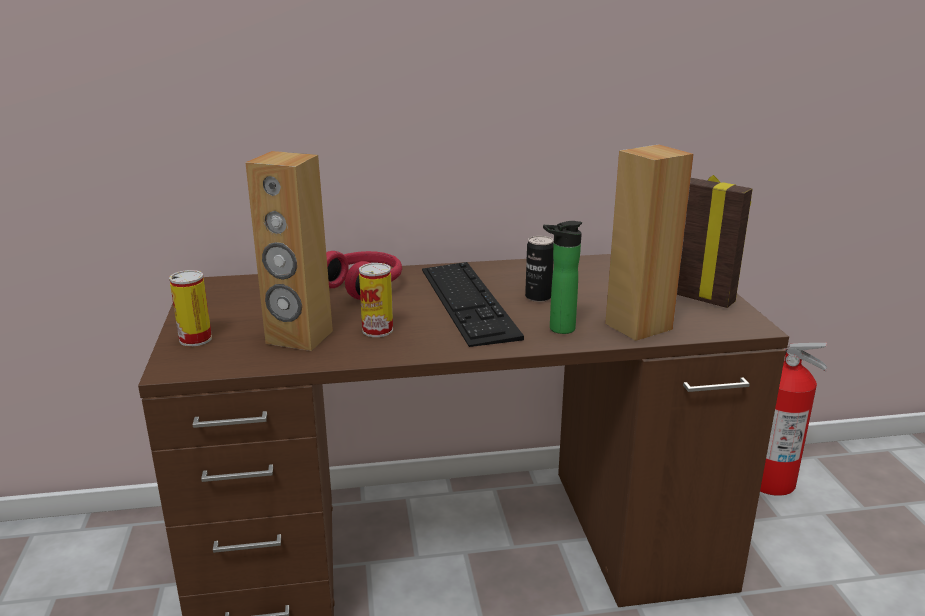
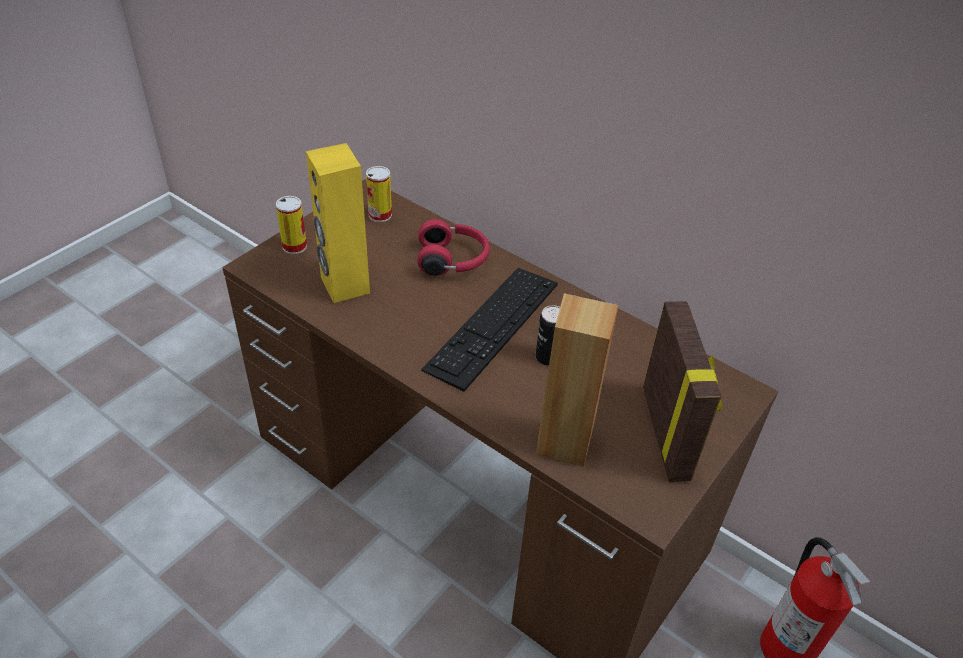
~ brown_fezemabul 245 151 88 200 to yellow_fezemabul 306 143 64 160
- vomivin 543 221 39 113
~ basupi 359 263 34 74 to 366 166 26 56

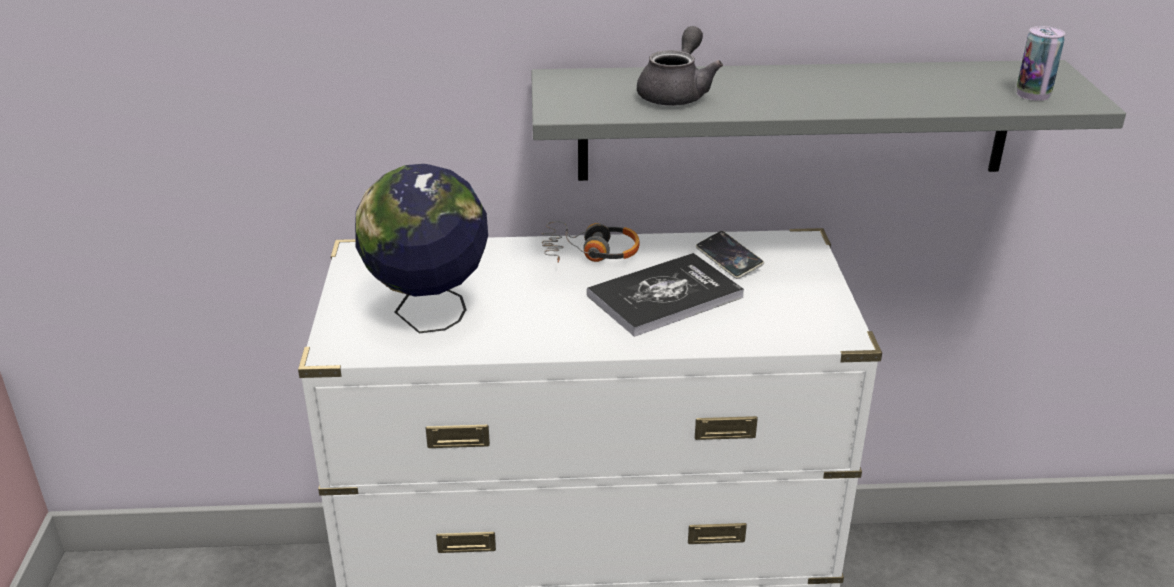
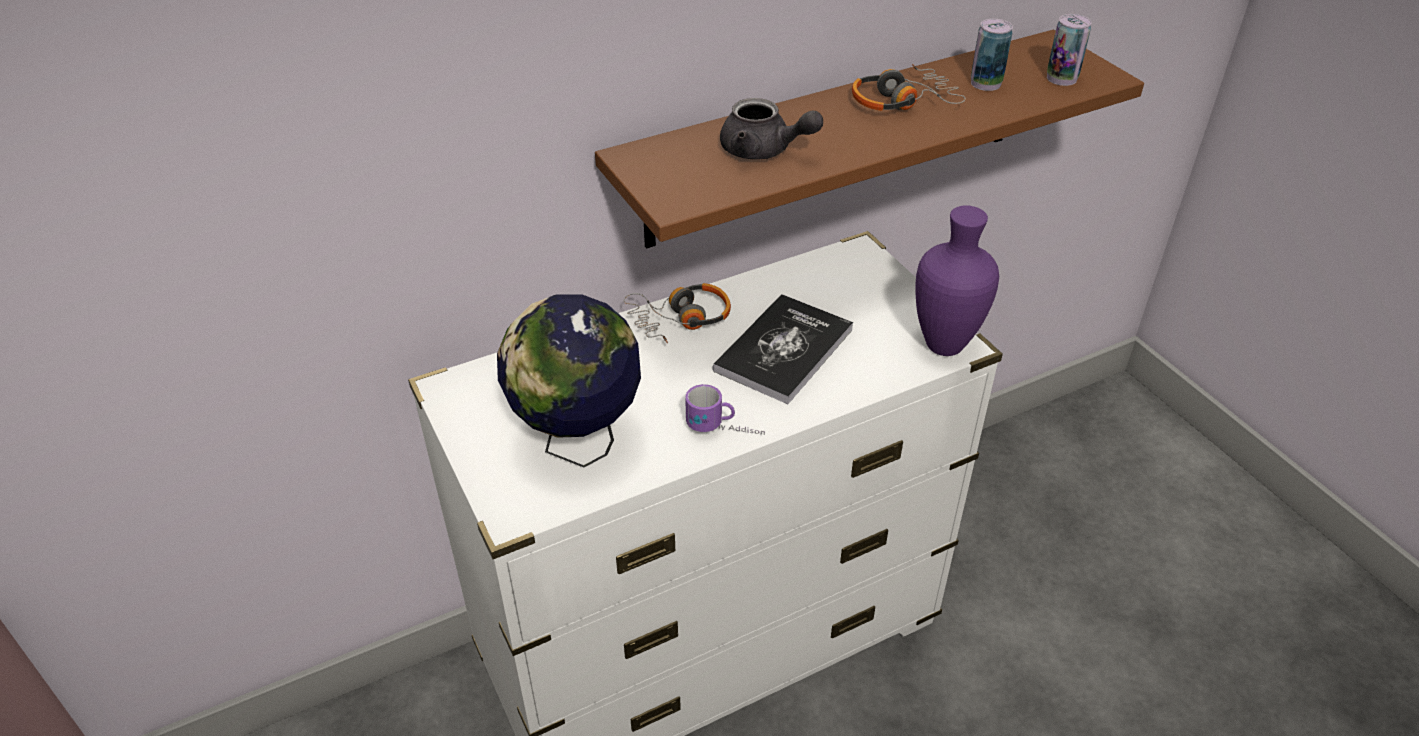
~ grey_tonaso 637 26 86 80 = 720 98 103 61 120 degrees clockwise
~ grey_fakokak 531 60 595 121 to brown_fakokak 595 30 549 218
- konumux 696 231 68 48
+ basupi 971 19 42 72
+ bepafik 852 64 114 47
+ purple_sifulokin 915 205 84 151
+ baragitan 685 384 80 51

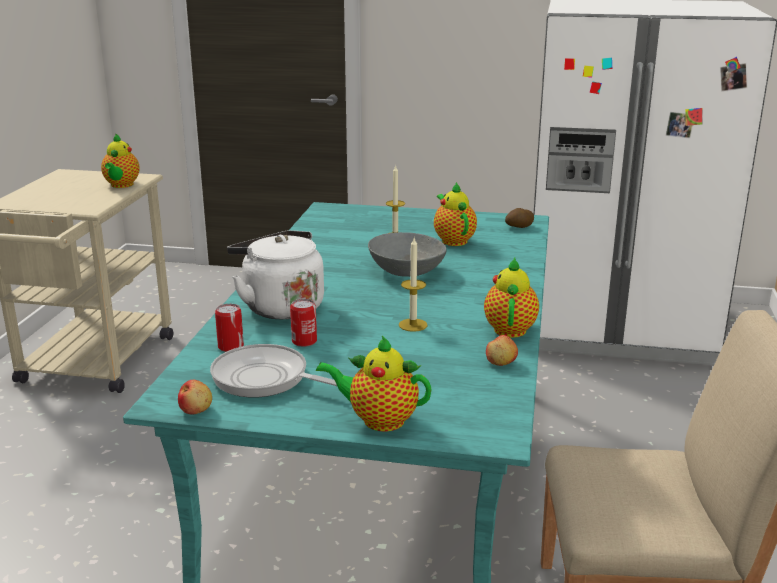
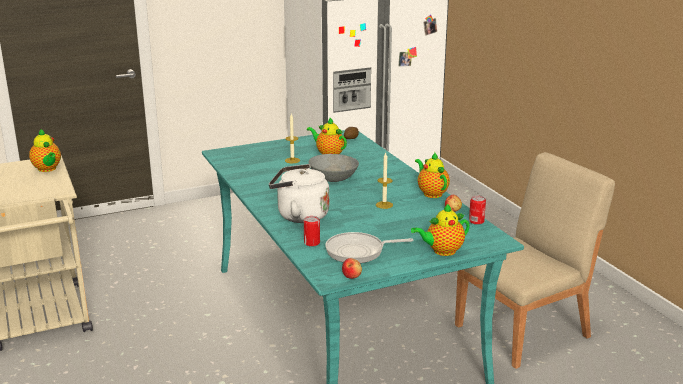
~ basupi 290 299 27 48 to 469 196 17 29

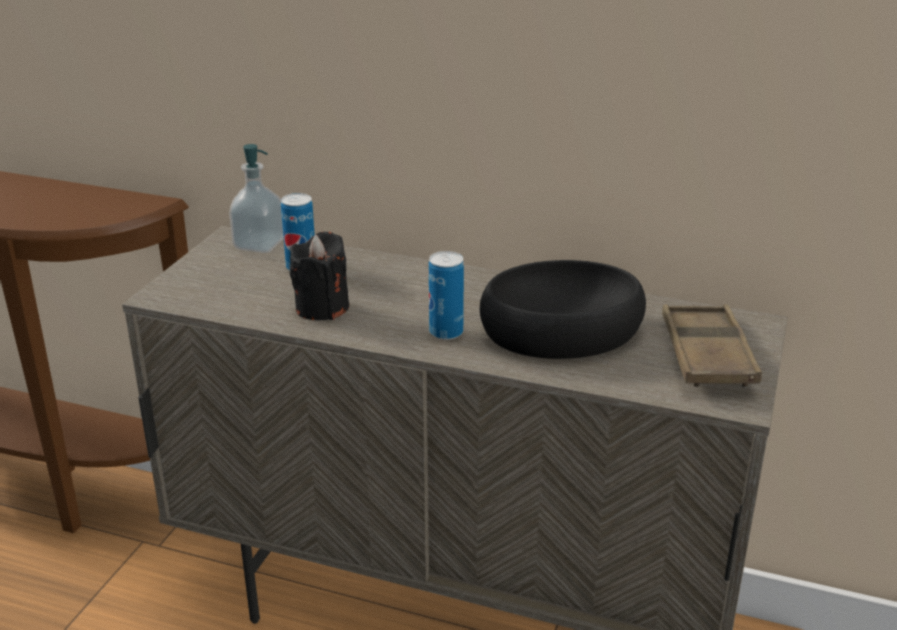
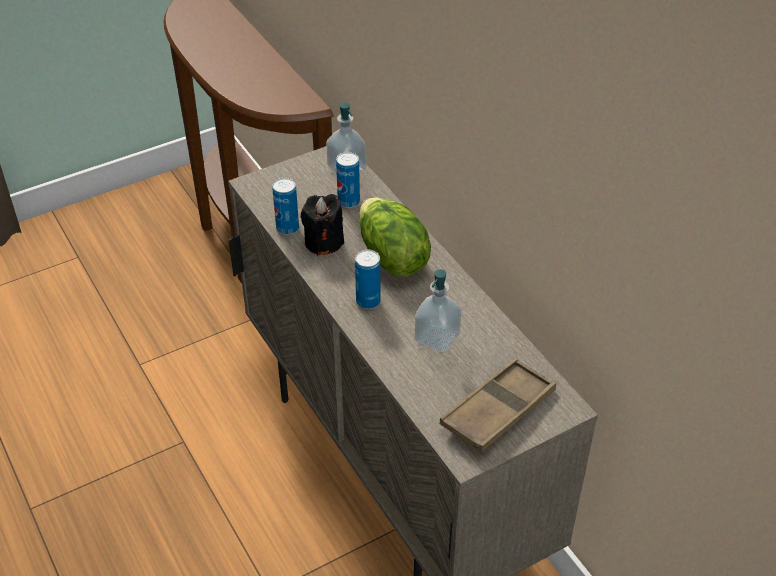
~ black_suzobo 480 260 166 99 to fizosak 415 269 47 83
+ basupi 272 178 27 57
+ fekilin 359 197 72 80

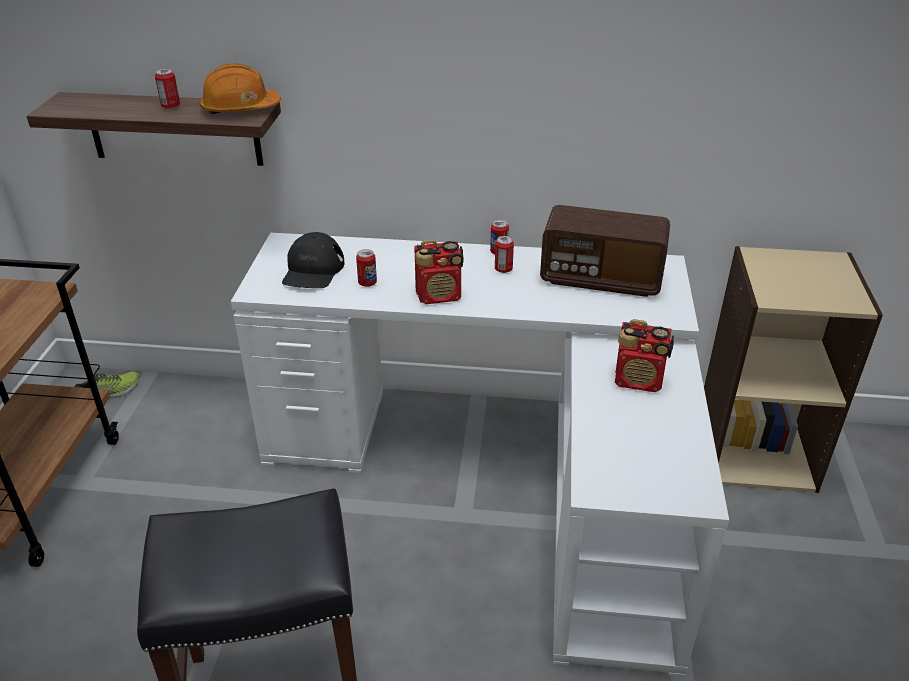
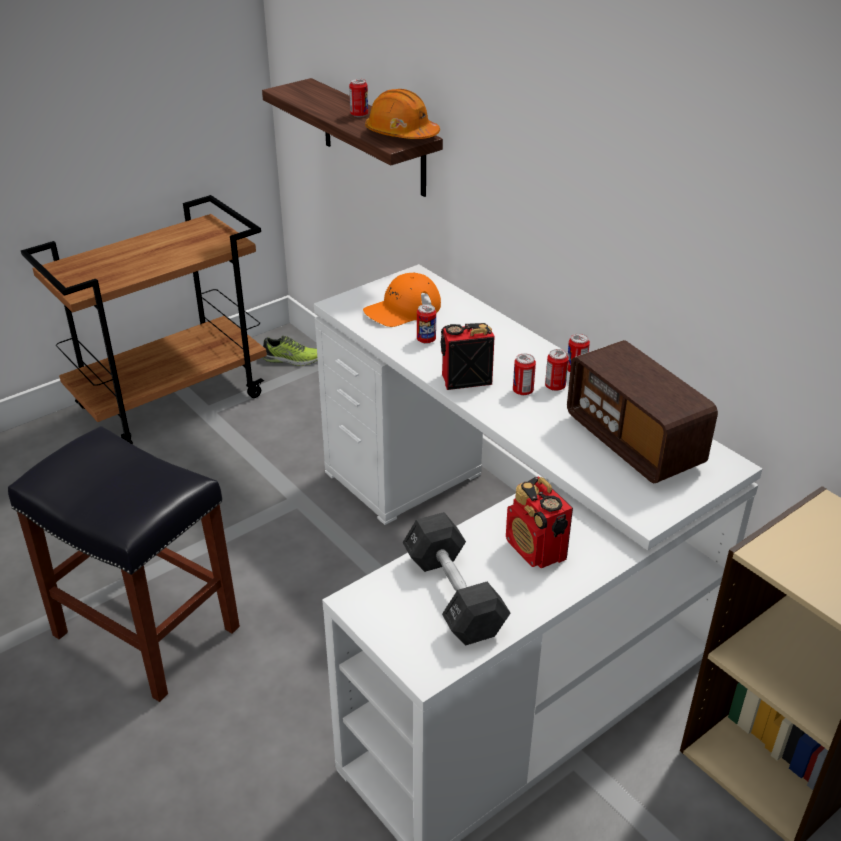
~ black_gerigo 282 232 63 56 to orange_gerigo 363 273 78 54
~ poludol 414 240 50 64 = 441 323 54 67 135 degrees clockwise
+ basupi 513 353 23 42
+ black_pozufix 402 512 109 134

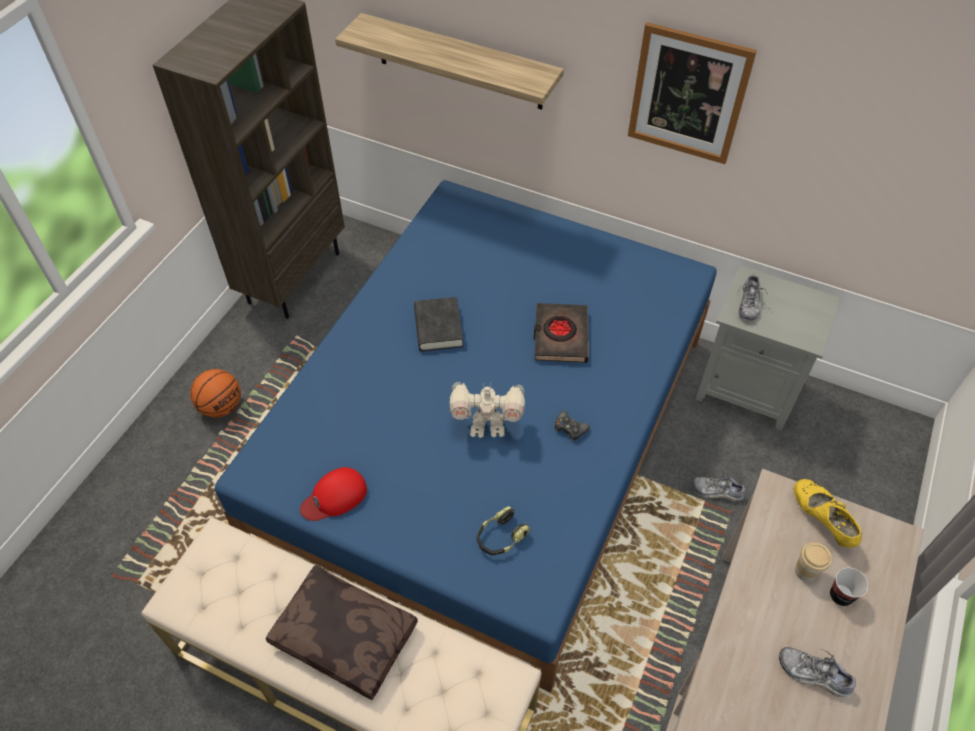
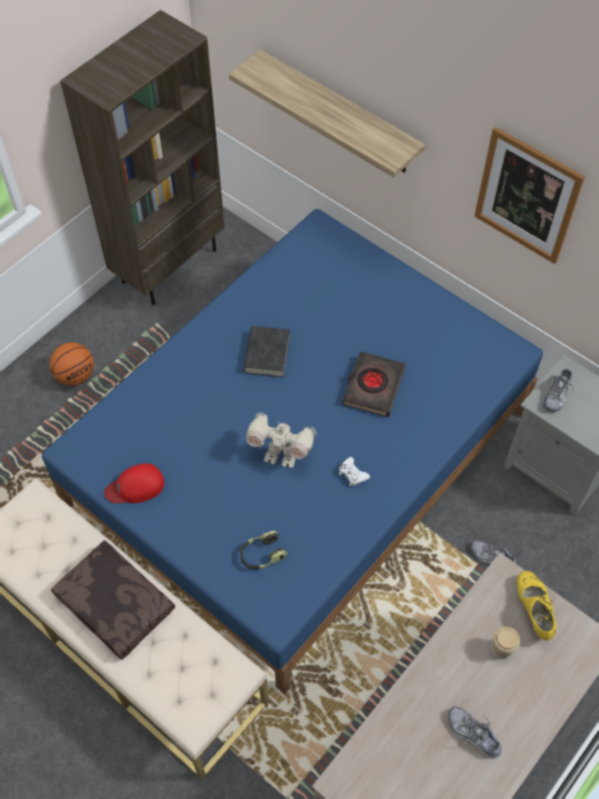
~ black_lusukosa 555 411 35 30 to white_lusukosa 339 457 31 29
- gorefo 830 568 38 38

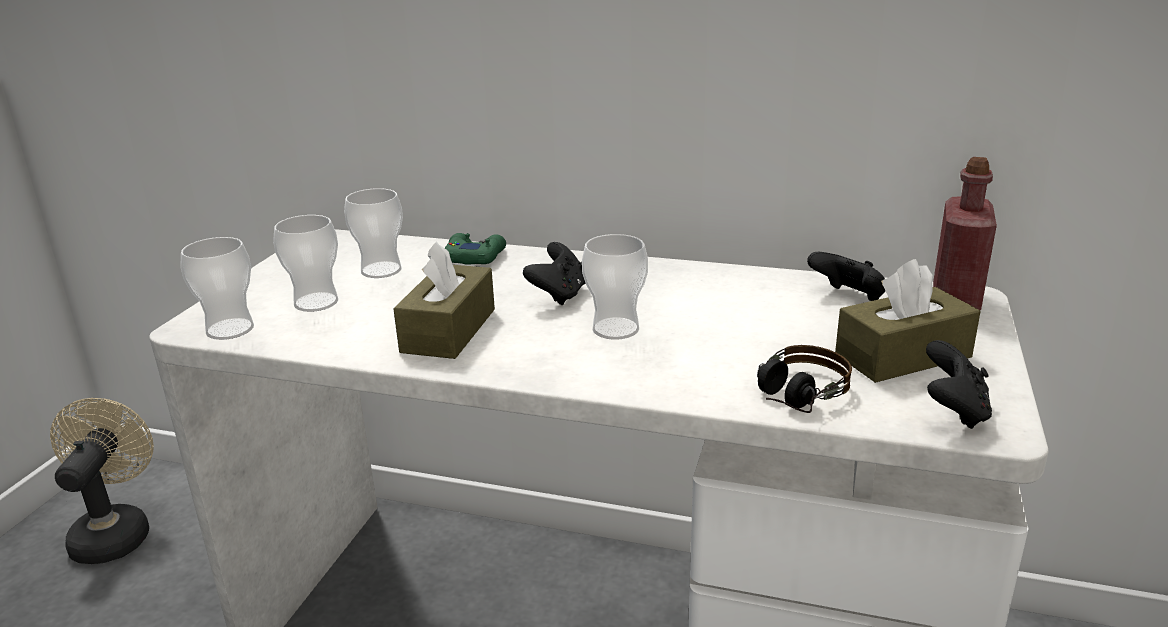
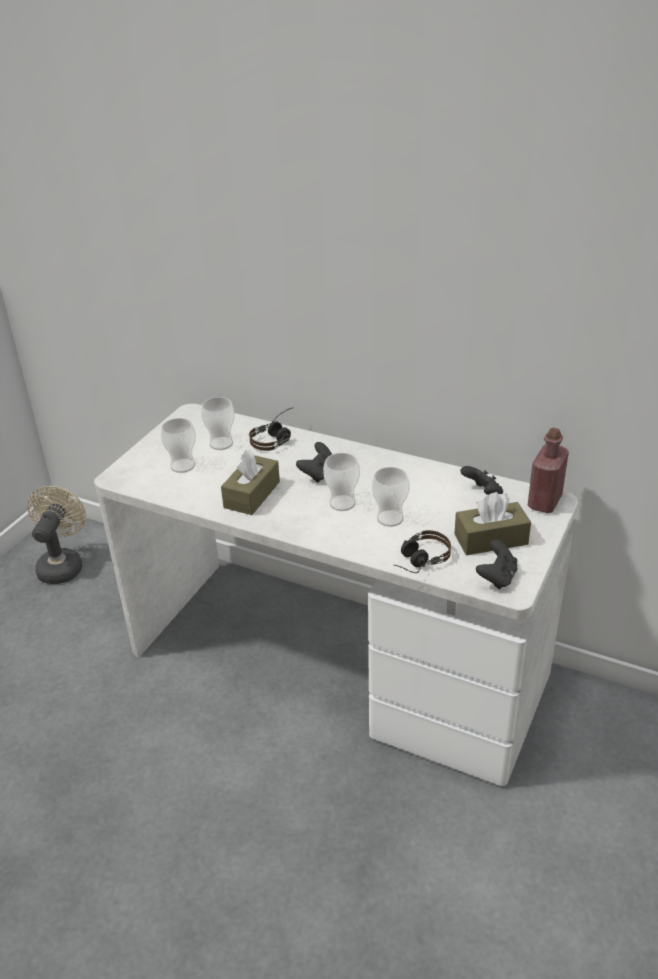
~ green_lusukosa 445 233 61 32 to bepafik 249 407 45 44
~ gorefo 180 237 74 103 to 372 467 38 60

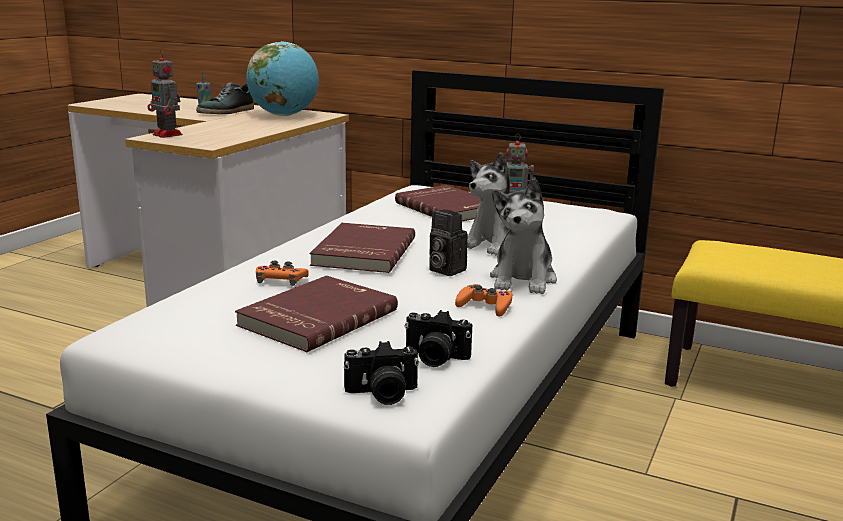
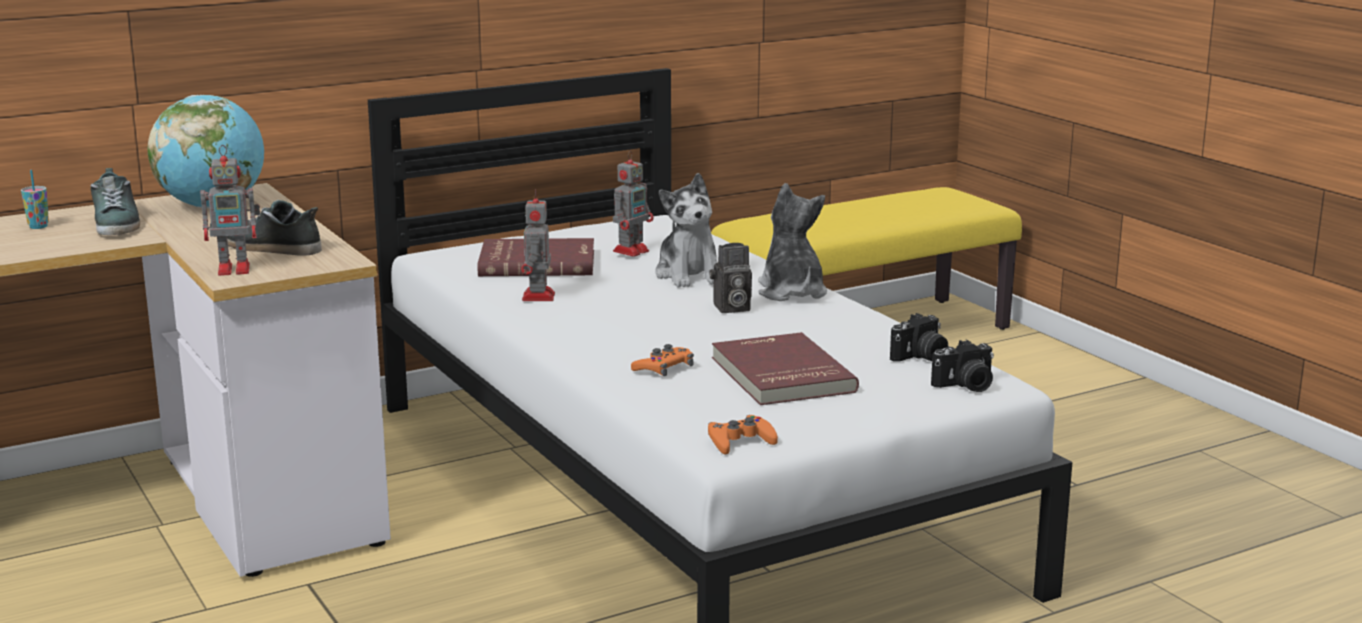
~ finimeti 490 178 67 116 = 758 183 69 118 150 degrees counterclockwise
- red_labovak 309 223 106 50
~ orange_lusukosa 455 284 57 33 to 708 415 70 39
~ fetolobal 344 341 75 64 = 931 340 63 52 45 degrees clockwise
+ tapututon 521 189 34 112
+ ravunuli 227 200 95 56

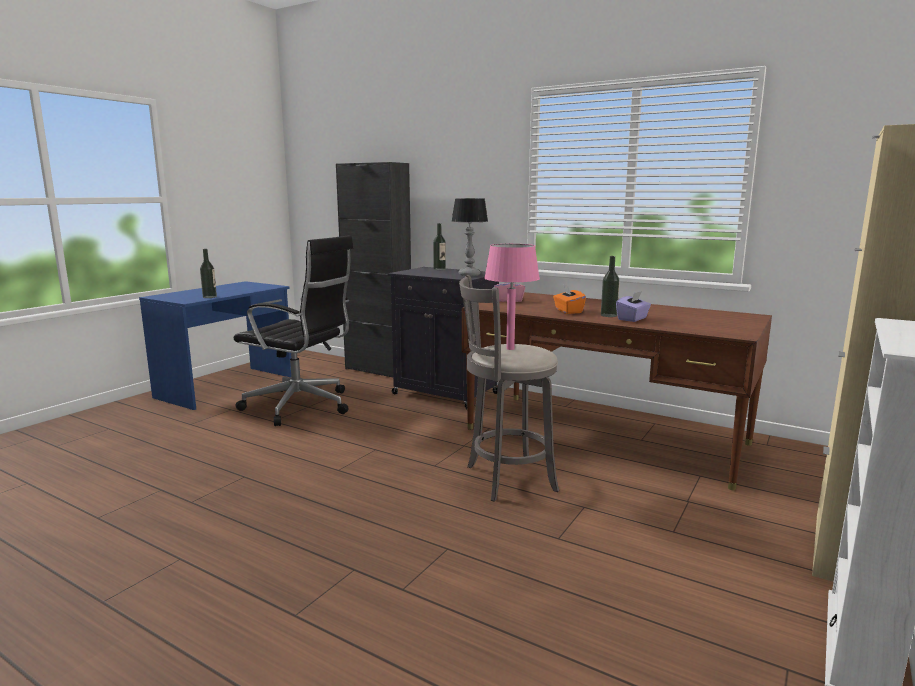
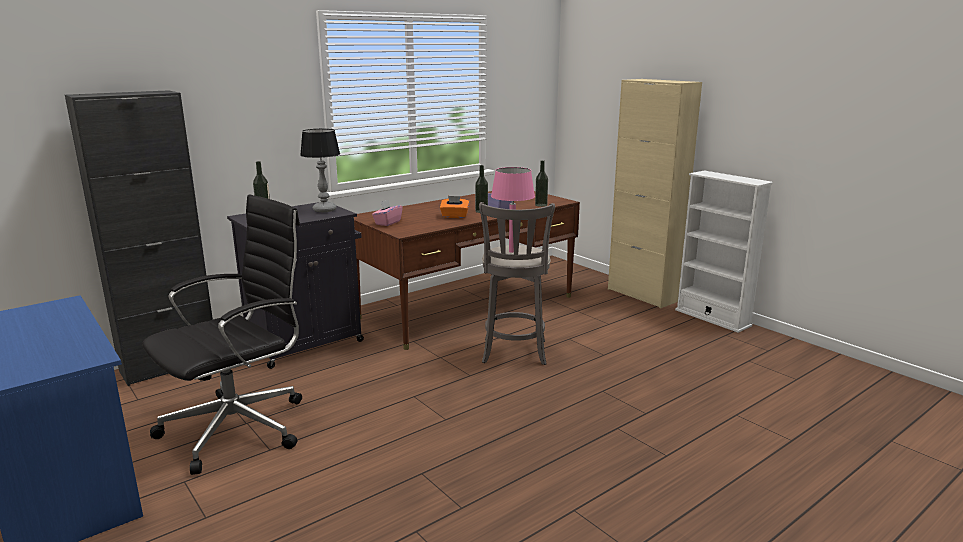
~ vomivin 200 249 17 49 to 535 160 13 47

